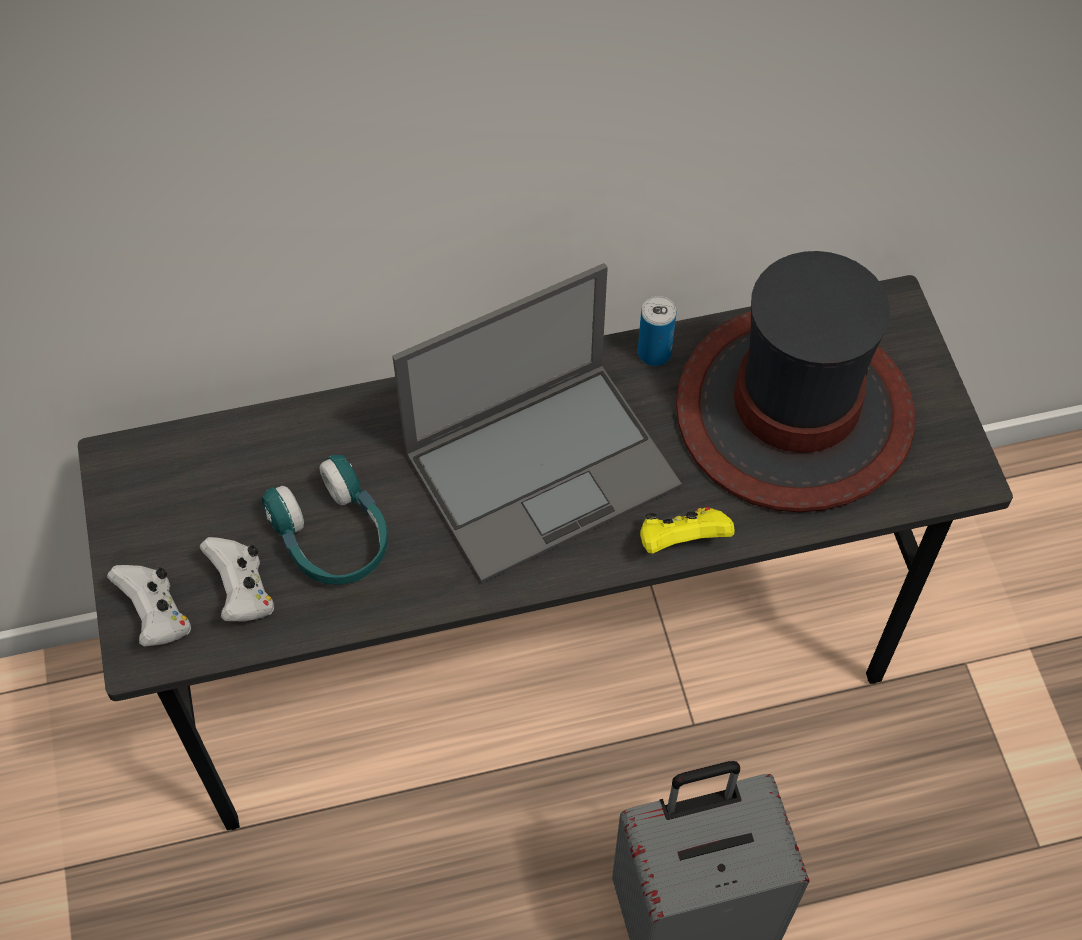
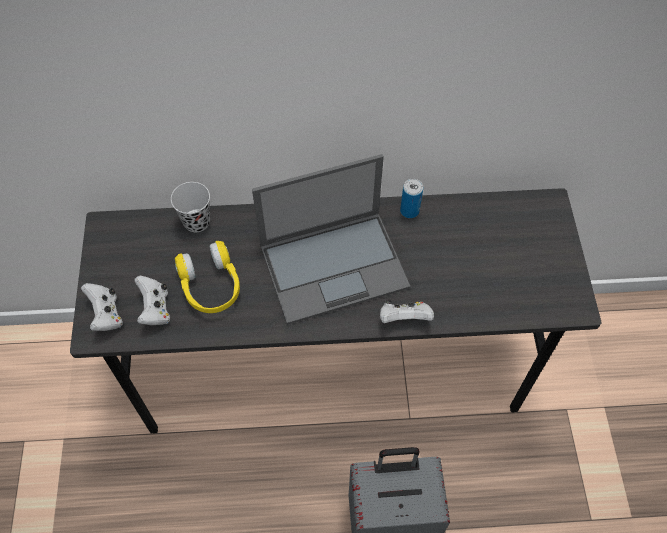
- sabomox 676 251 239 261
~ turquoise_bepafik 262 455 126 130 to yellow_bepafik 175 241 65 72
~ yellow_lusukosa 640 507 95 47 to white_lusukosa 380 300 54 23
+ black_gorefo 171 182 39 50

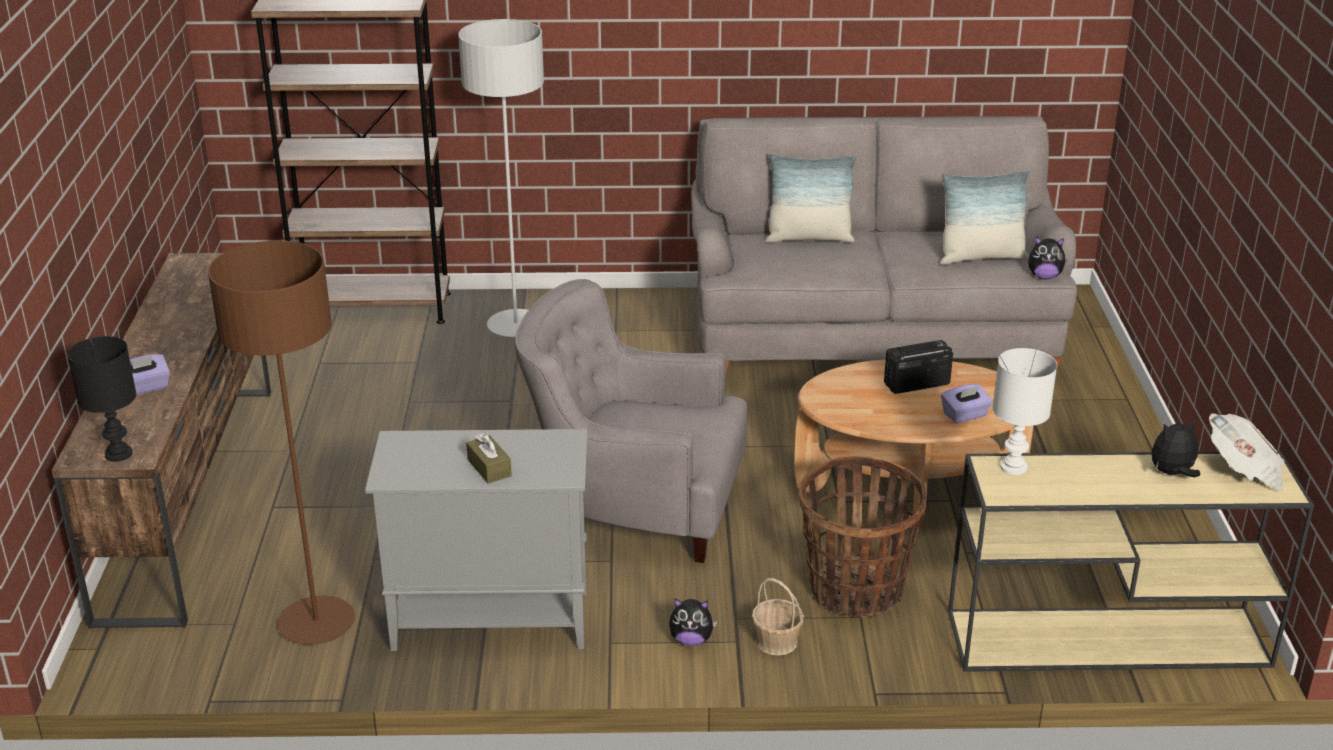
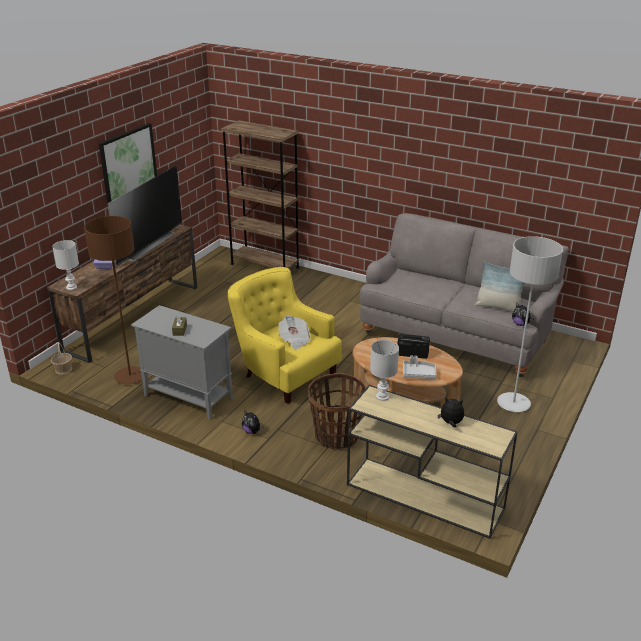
~ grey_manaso 458 19 86 318 to 497 236 66 176
- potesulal 765 154 92 89
~ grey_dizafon 515 279 232 284 to yellow_dizafon 228 267 114 137
~ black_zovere 68 336 68 126 to white_zovere 52 240 27 50
~ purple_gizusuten 941 384 52 39 to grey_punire 403 356 33 23
~ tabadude 1209 413 76 78 to 278 315 33 35
~ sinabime 752 578 52 78 to 51 343 21 32
+ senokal 99 123 58 80
+ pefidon 107 166 75 100

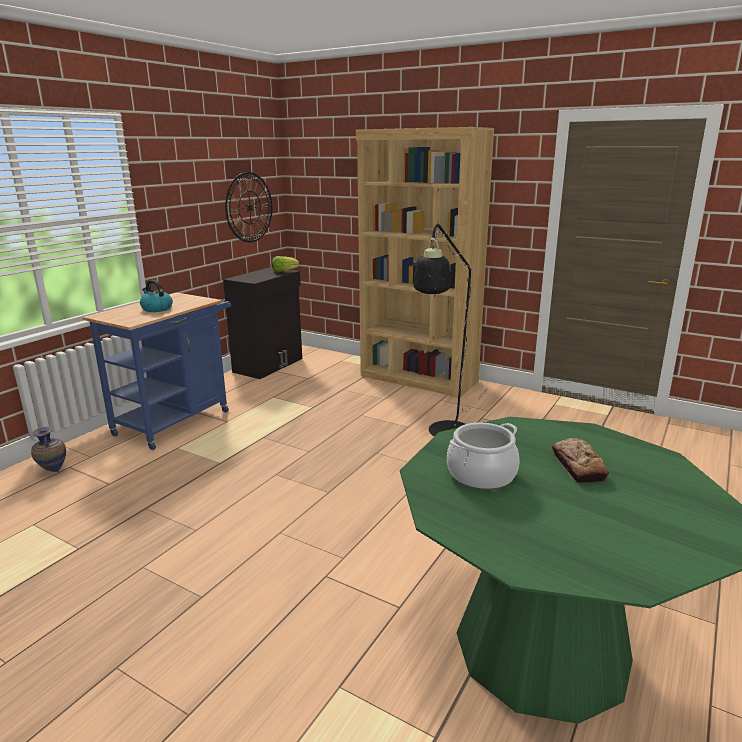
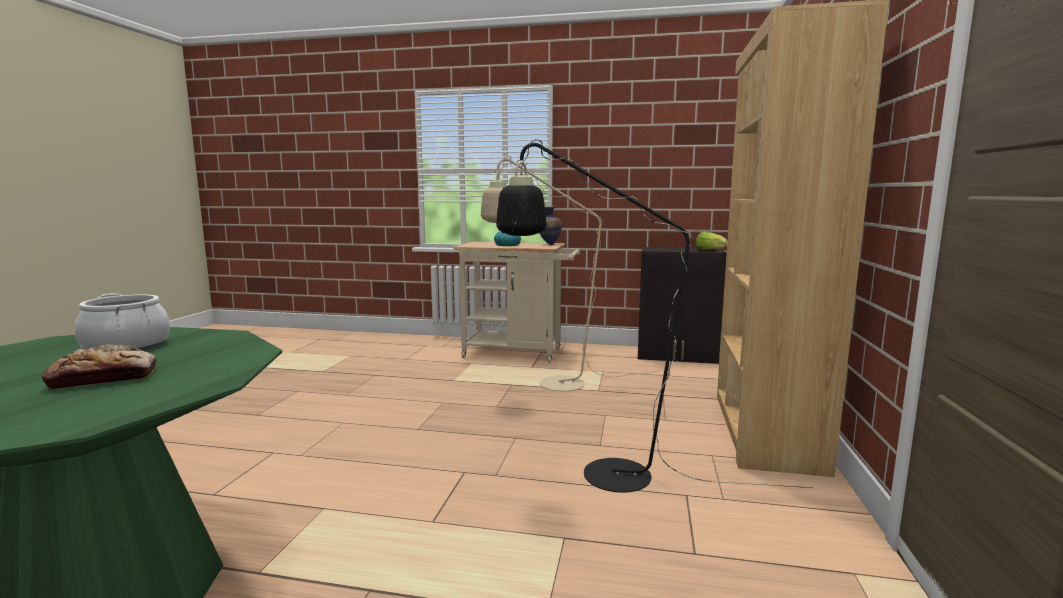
- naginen 225 172 47 71
~ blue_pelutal 82 293 149 157 to beige_pelutal 453 242 127 121
~ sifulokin 31 427 35 45 to 539 206 23 39
+ beige_manaso 481 156 188 235

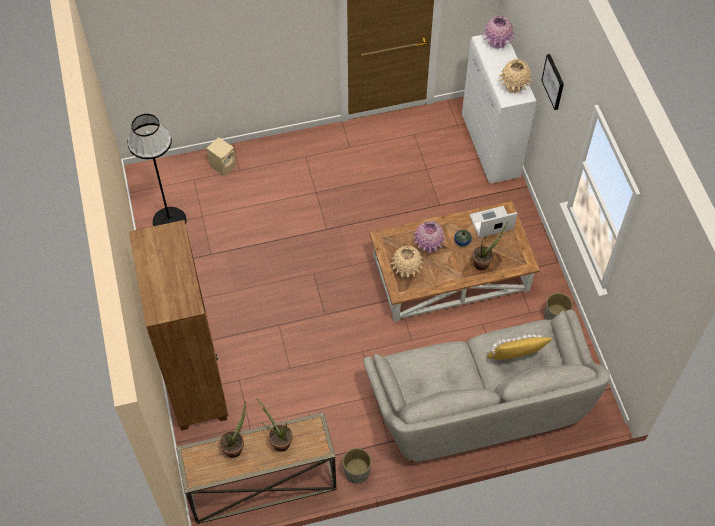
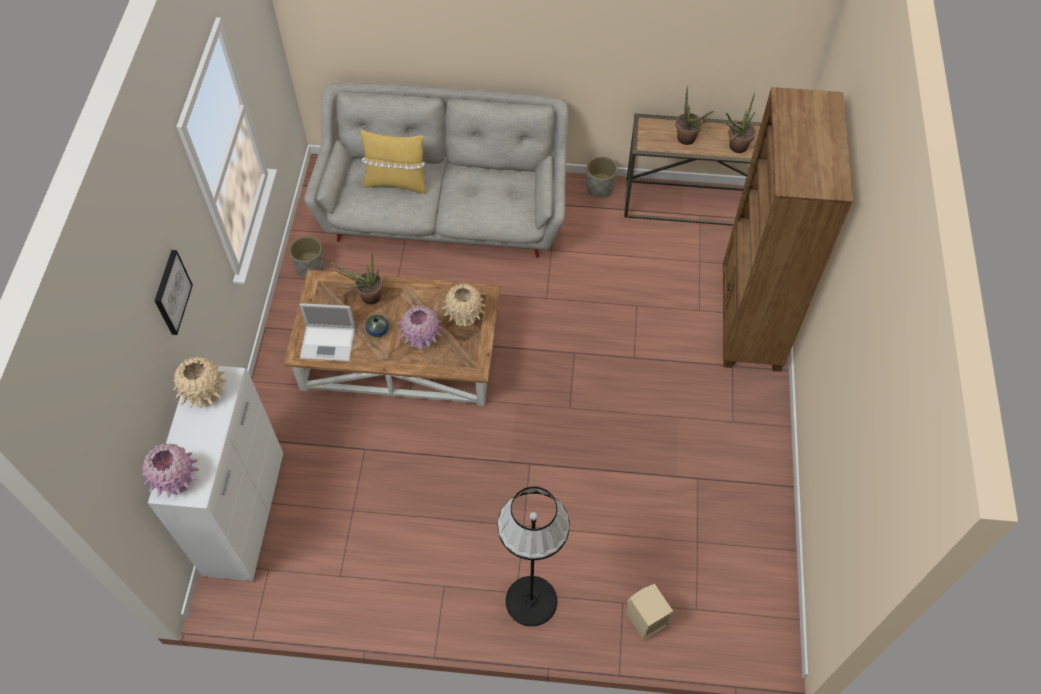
~ black_manaso 127 114 59 112 to 497 487 73 140

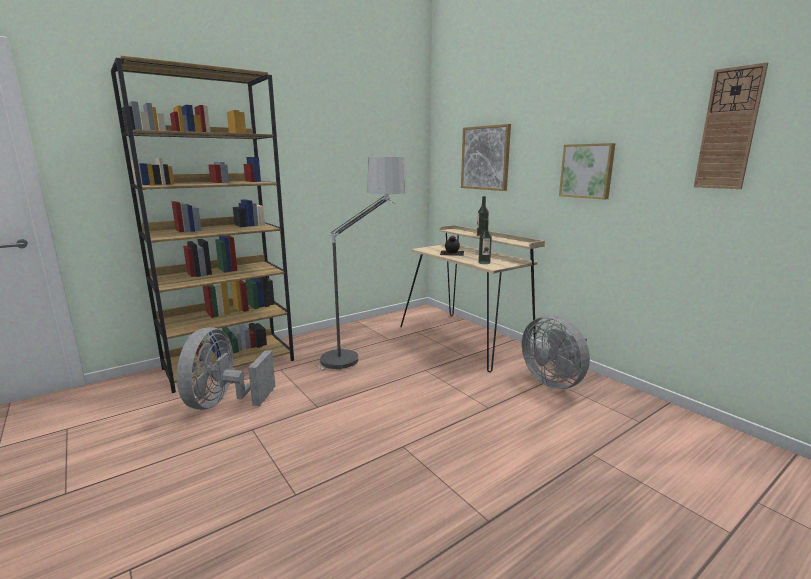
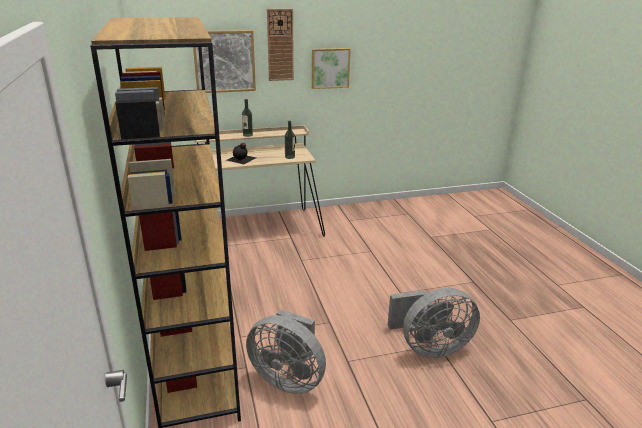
~ naginen 694 62 74 127 to 267 9 27 72
- manaso 318 157 89 213
~ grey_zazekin 522 315 68 74 to 388 288 92 70

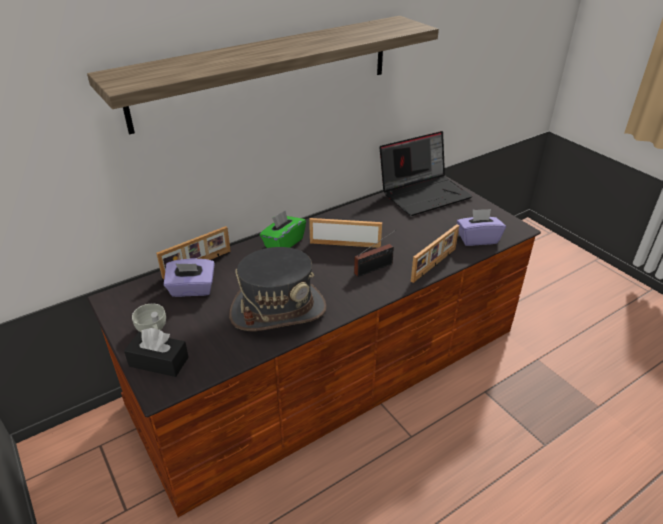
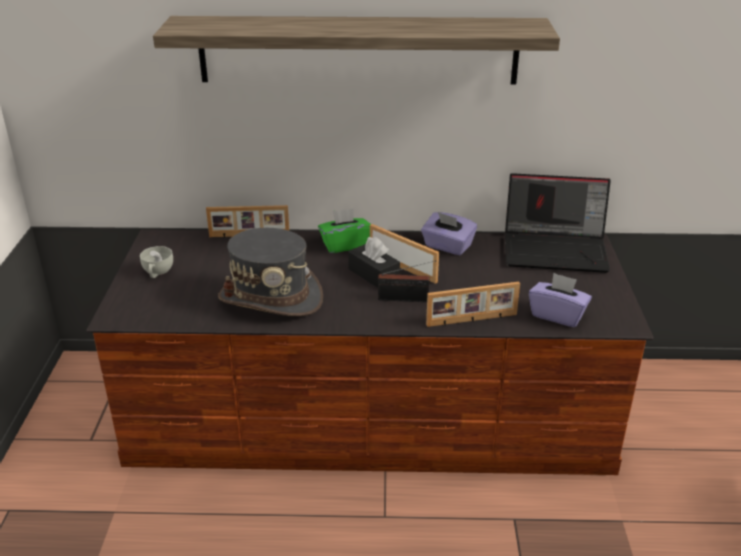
~ purple_gizusuten 164 259 51 38 to 421 212 56 43
~ black_gizusuten 124 328 65 49 to 348 237 52 51

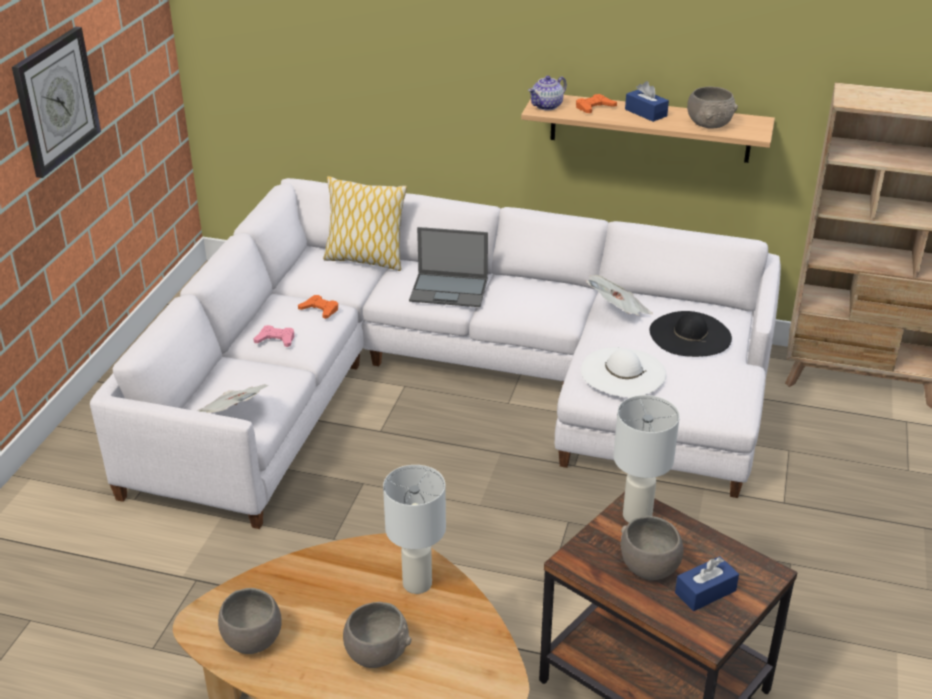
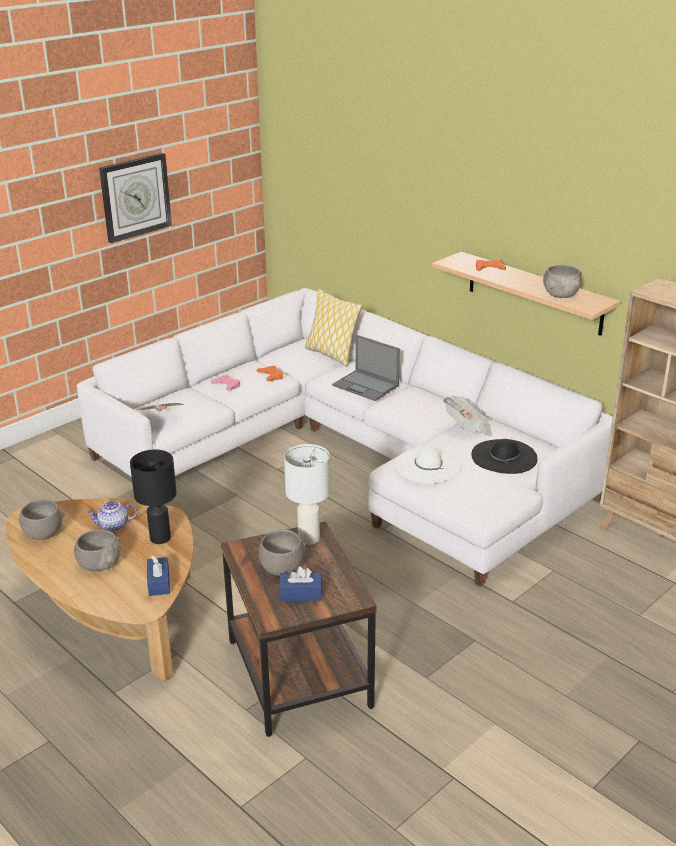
~ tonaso 528 76 39 34 to 86 501 51 31
~ blue_gizusuten 625 81 44 41 to 147 556 23 40
~ white_zovere 383 465 63 129 to black_zovere 130 449 47 95

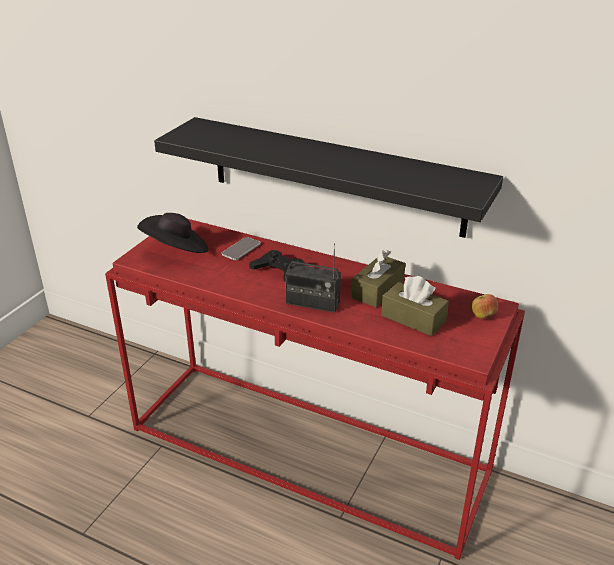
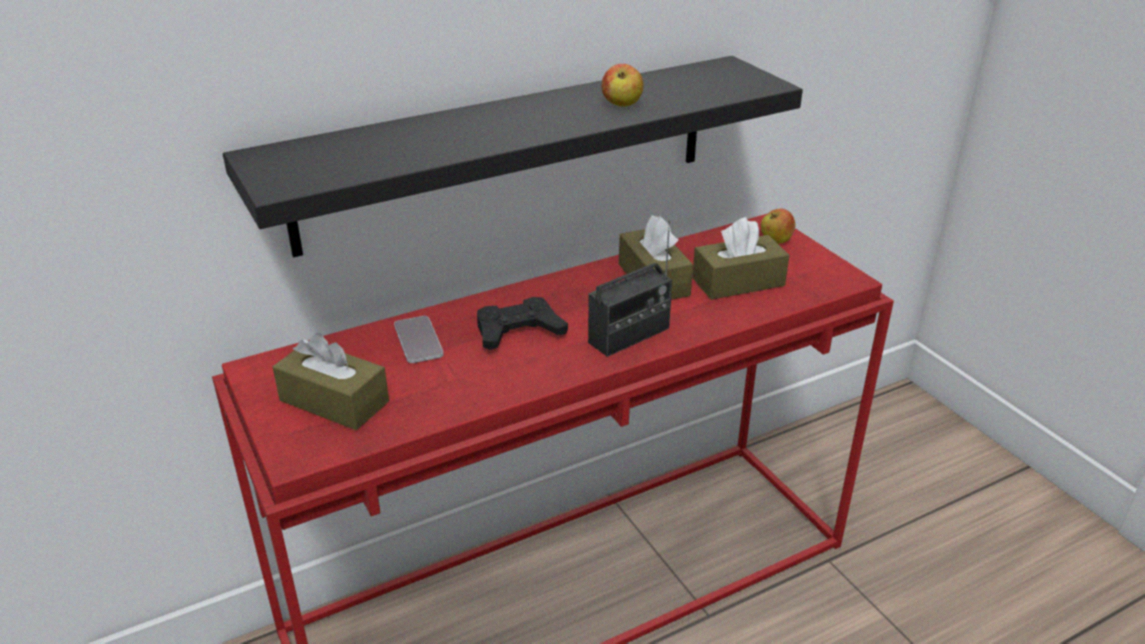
~ black_sabomox 137 213 71 40 to brown_gizusuten 273 333 116 97
+ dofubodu 602 64 41 43

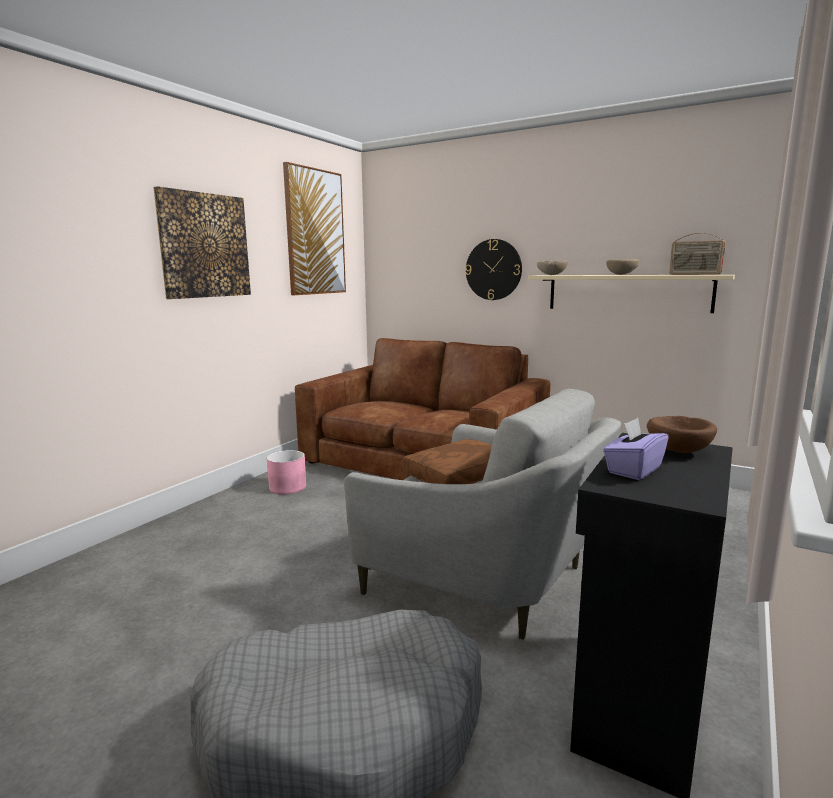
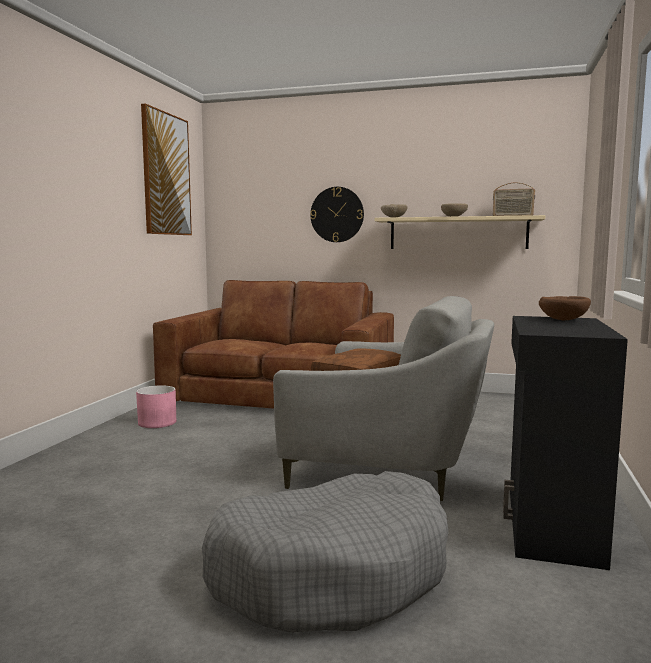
- senokal 153 186 98 113
- purple_gizusuten 603 418 66 62

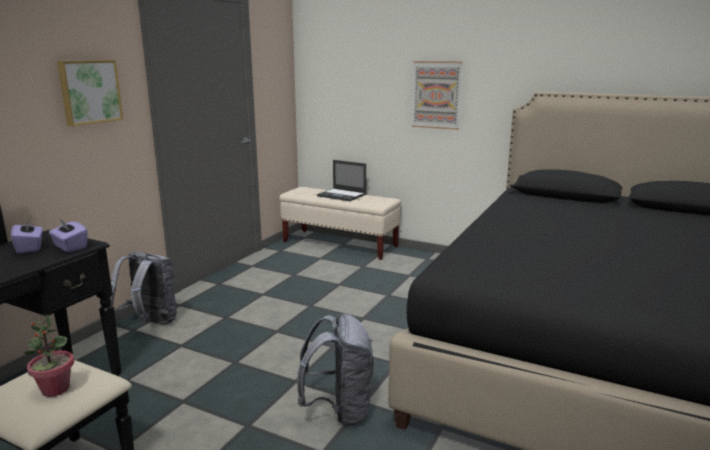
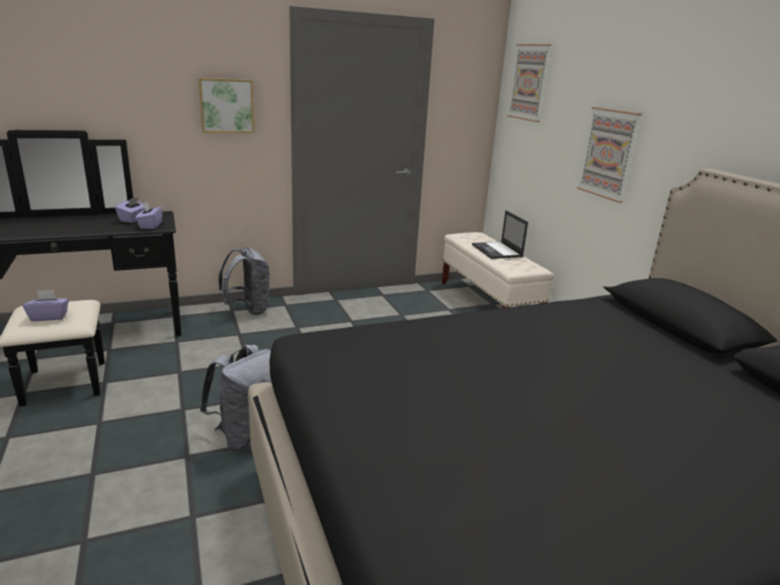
~ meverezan 24 315 50 82 to purple_gizusuten 23 290 46 31
+ senokal 507 44 44 78

